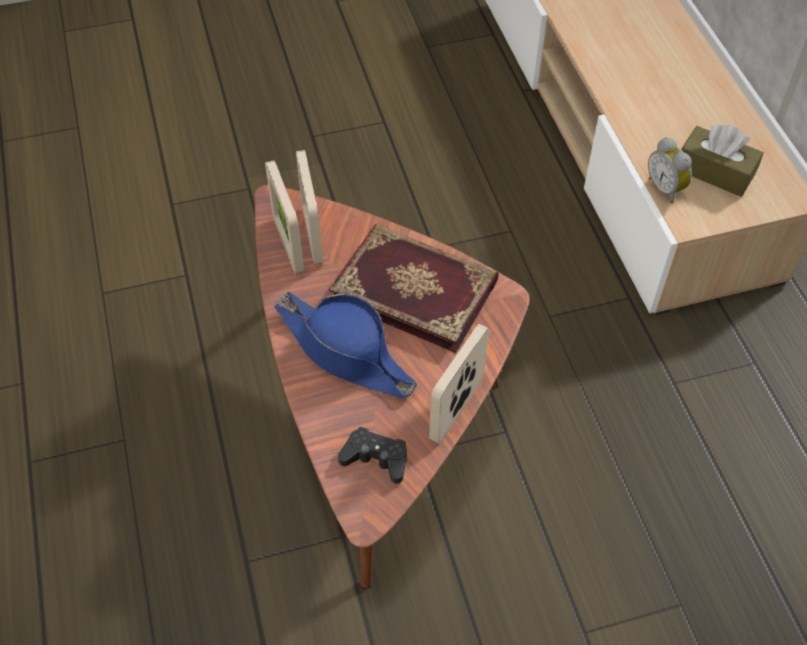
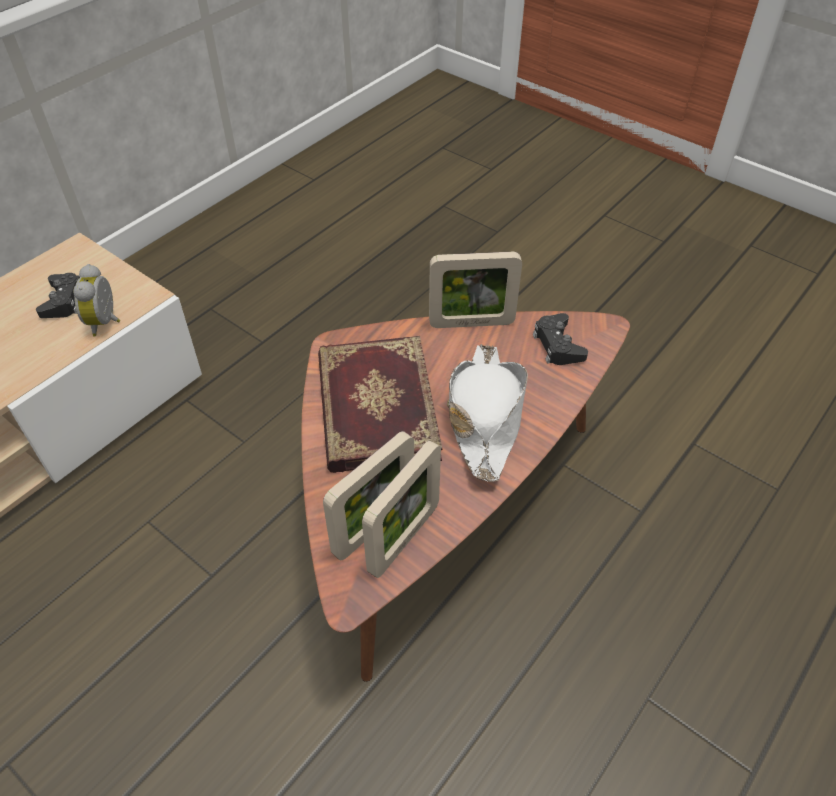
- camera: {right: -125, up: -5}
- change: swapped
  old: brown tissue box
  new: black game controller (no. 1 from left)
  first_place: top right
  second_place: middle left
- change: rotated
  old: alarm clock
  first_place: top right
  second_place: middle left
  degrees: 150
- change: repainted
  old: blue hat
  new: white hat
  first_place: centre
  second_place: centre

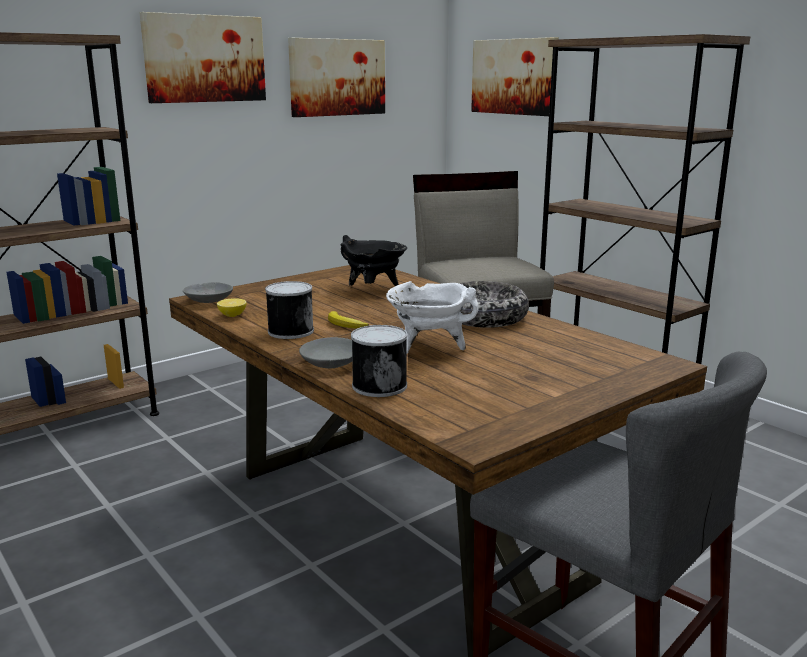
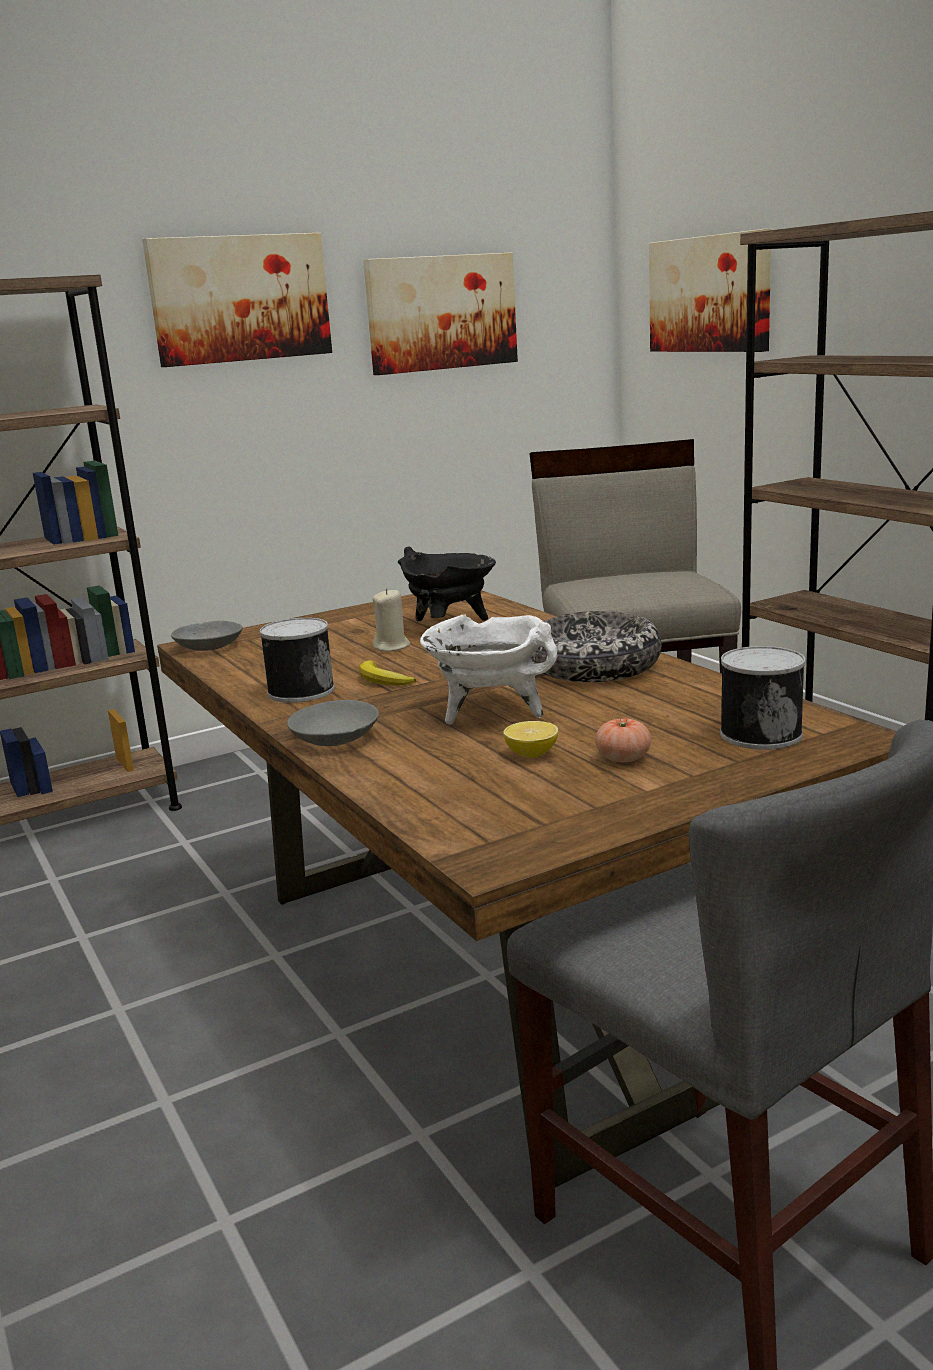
- camera: {right: 10, up: 0}
- change: shifted
  old: lemon
  first_place: middle left
  second_place: centre
- change: shifted
  old: can (no. 2 from left)
  first_place: centre
  second_place: middle right
- change: new
  new: beige candle
  second_place: centre
- change: new
  new: tomato
  second_place: middle right

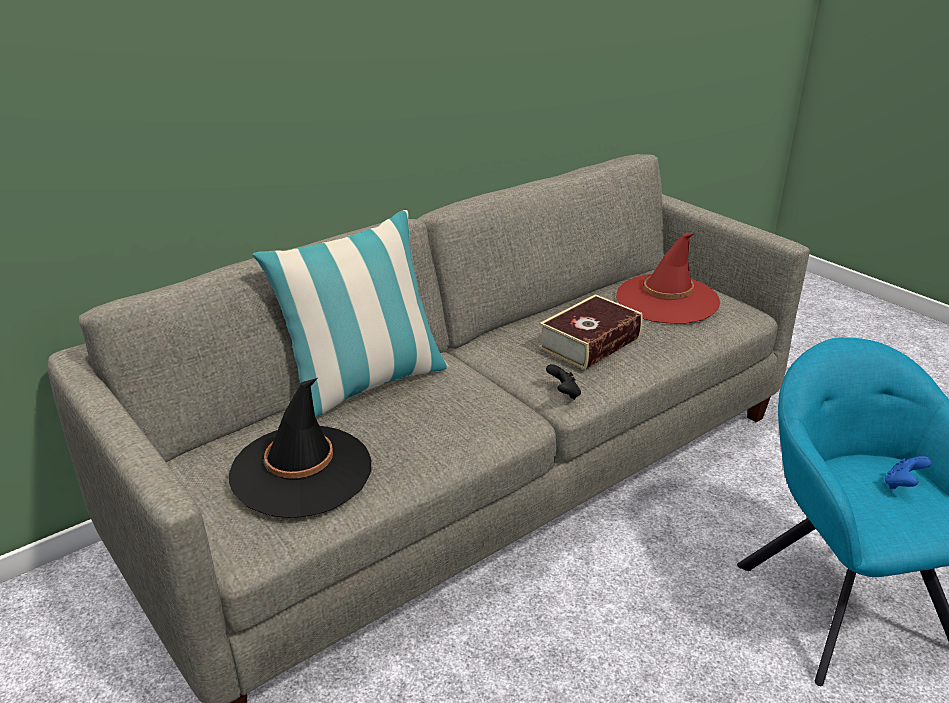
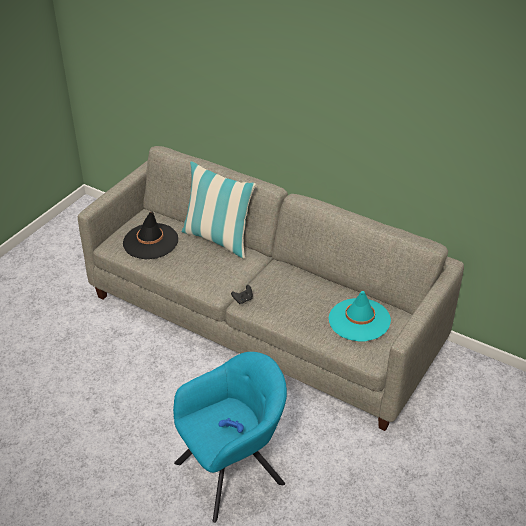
- camera: {right: 70, up: 10}
- change: repainted
  old: red hat
  new: turquoise hat
  first_place: middle right
  second_place: middle right
- change: gone
  old: book
  first_place: centre

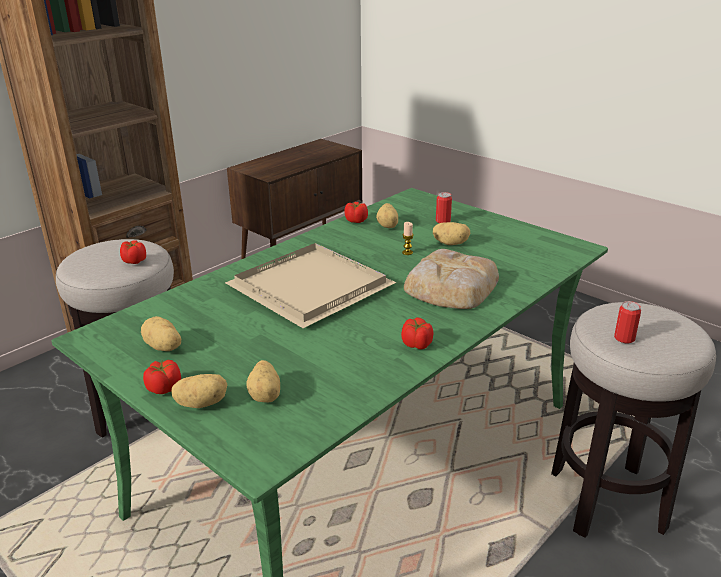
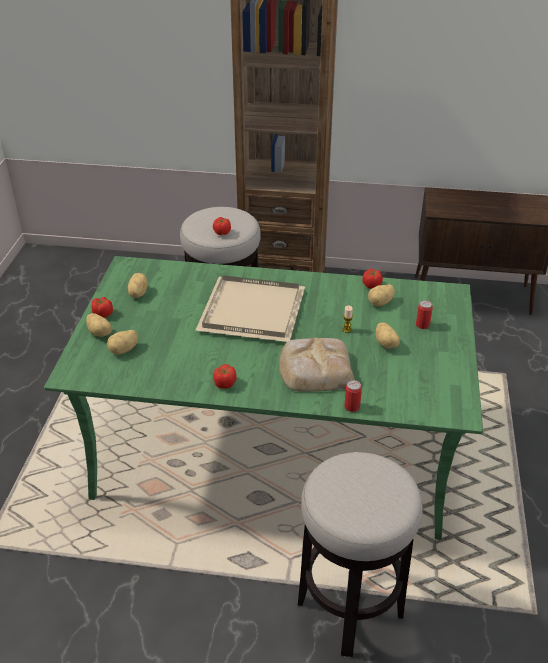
- camera: {right: 55, up: 10}
- change: shifted
  old: can (no. 2 from left in the first image)
  new: can (no. 1 from left)
  first_place: middle right
  second_place: centre

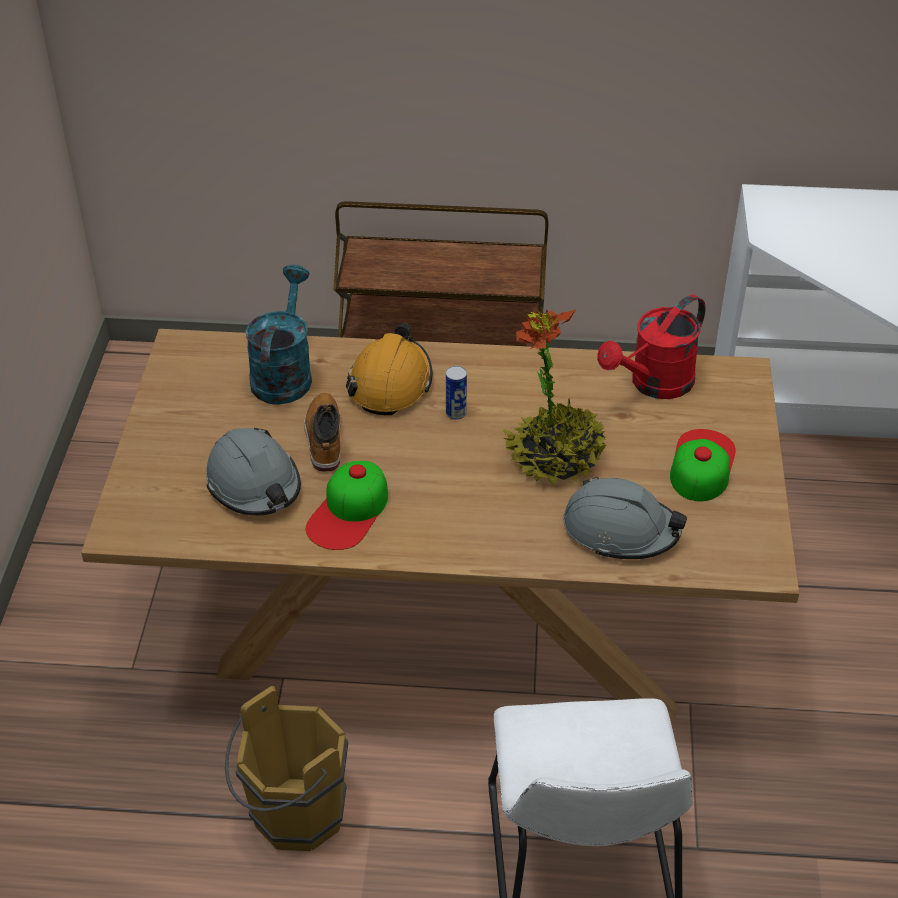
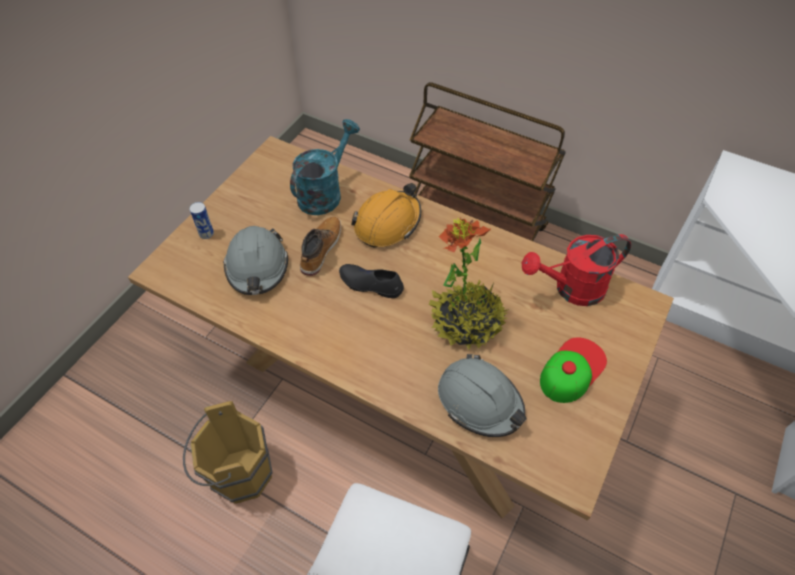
- camera: {right: 25, up: 10}
- change: shifted
  old: can
  first_place: centre
  second_place: middle left
- change: gone
  old: cap (no. 1 from left)
  first_place: centre
- change: new
  new: black shoe
  second_place: centre

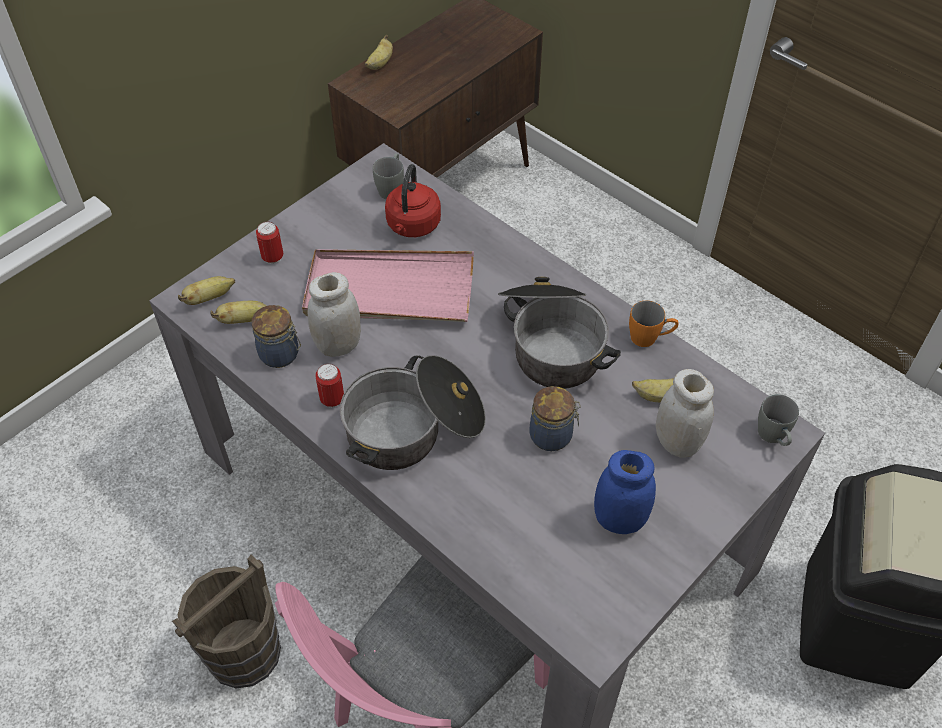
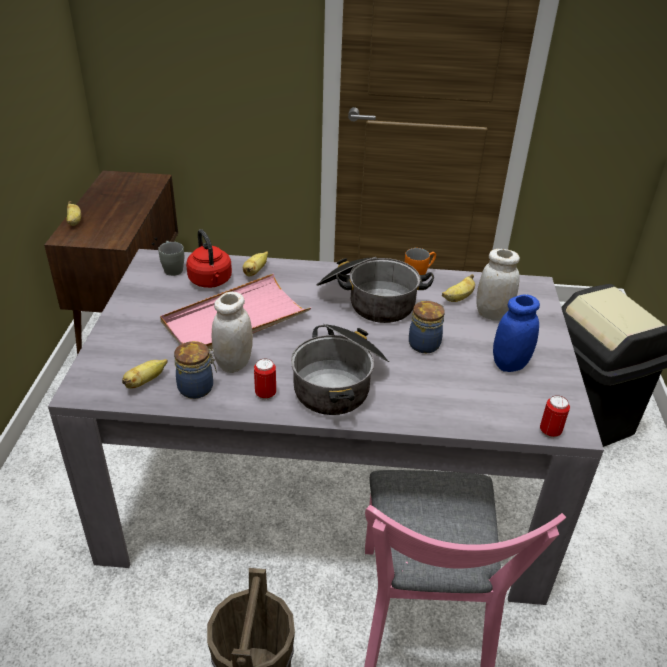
- camera: {right: -40, up: -15}
- change: shifted
  old: can (no. 1 from left in the first image)
  new: can (no. 2 from left)
  first_place: middle left
  second_place: middle right
- change: shifted
  old: banana (no. 1 from left in the first image)
  new: banana (no. 3 from left)
  first_place: middle left
  second_place: centre
- change: gone
  old: grey mug (no. 2 from left)
  first_place: middle right

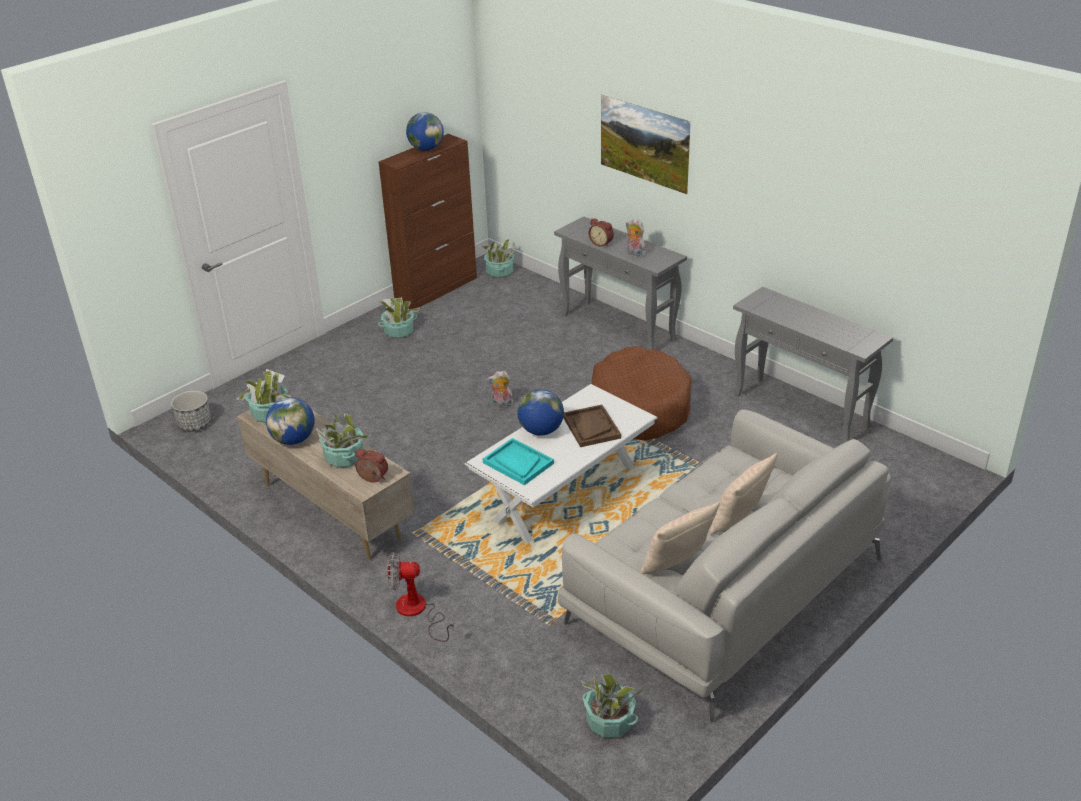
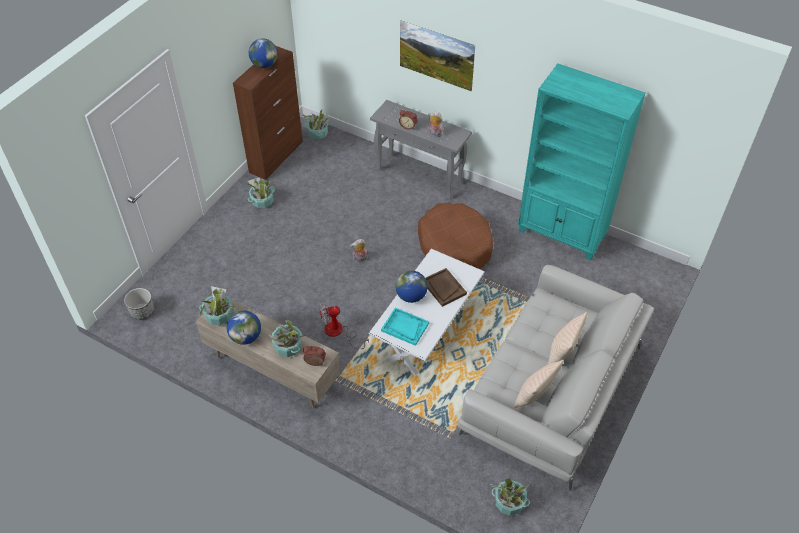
- camera: {right: -15, up: 15}
- change: swapped
  old: grey console table (no. 2 from left)
  new: turquoise bookcase
  first_place: middle right
  second_place: top right
- change: shifted
  old: fan
  first_place: bottom centre
  second_place: centre

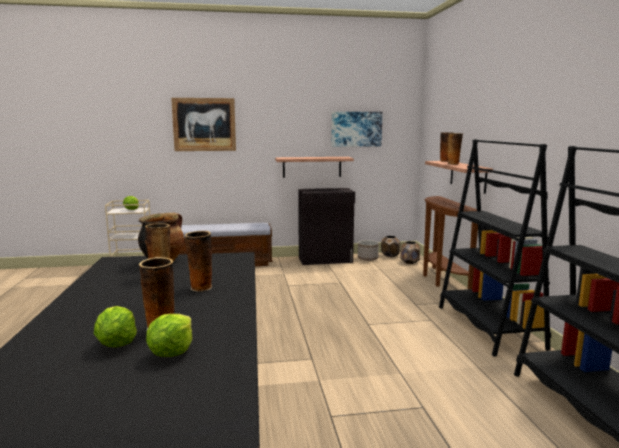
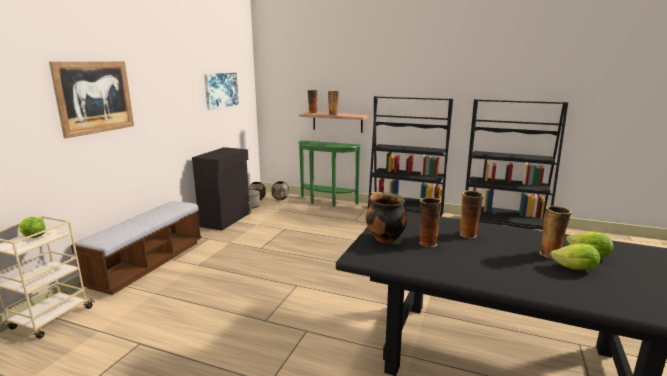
- camera: {right: -60, up: 5}
- change: gone
  old: shelf (no. 1 from left)
  first_place: centre
- change: repainted
  old: brown console table
  new: green console table
  first_place: middle right
  second_place: centre

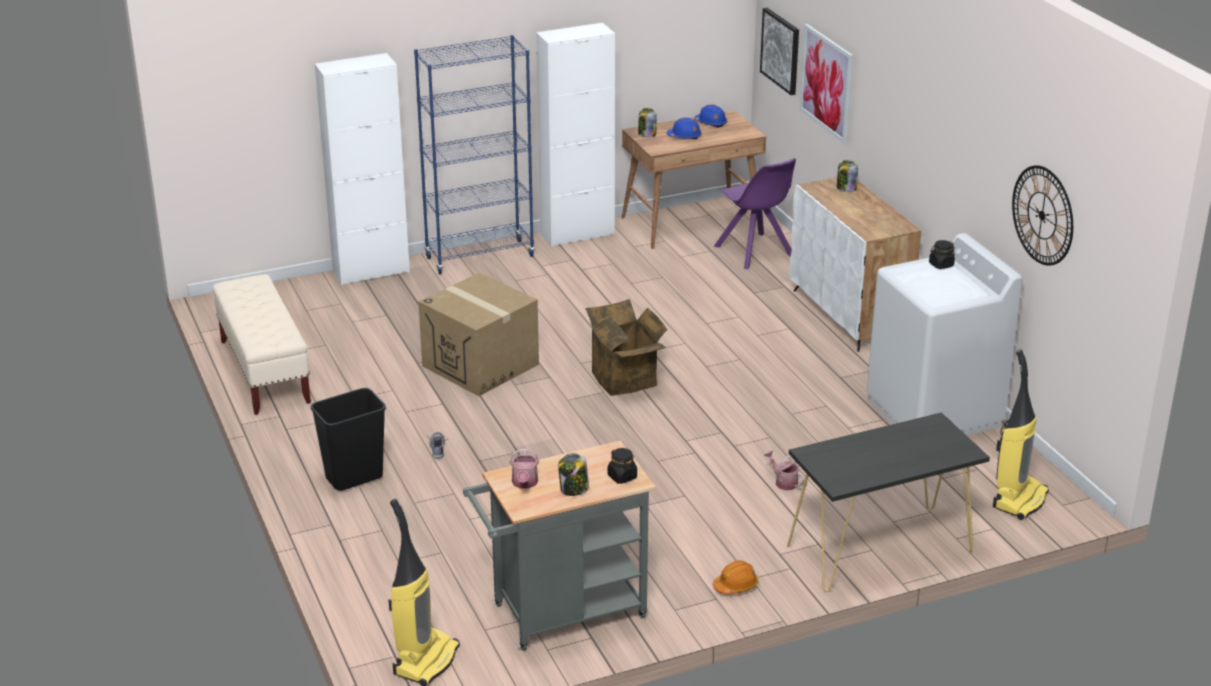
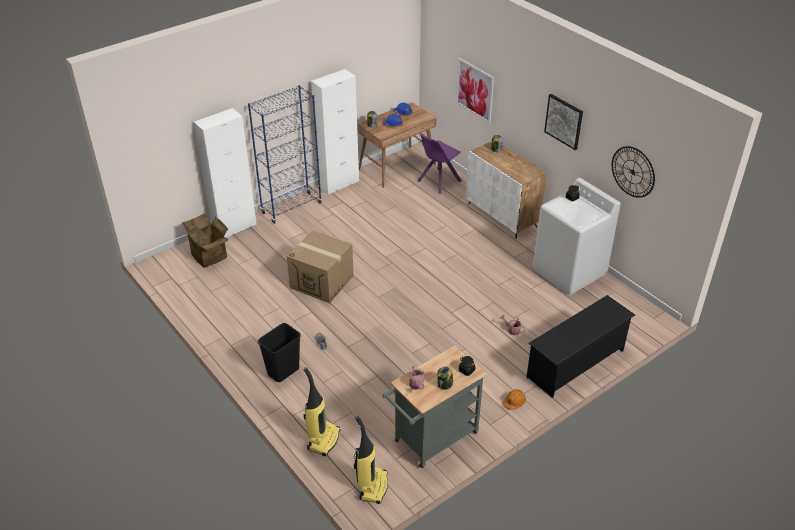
- camera: {right: -15, up: 10}
- change: shifted
  old: picture (no. 1 from left in the first image)
  new: picture (no. 2 from left)
  first_place: top centre
  second_place: top right
- change: rotated
  old: purple chair
  first_place: top centre
  second_place: top centre
  degrees: 90
- change: gone
  old: beige bench
  first_place: middle left
- change: shifted
  old: cardboard box (no. 2 from left in the first image)
  new: cardboard box (no. 1 from left)
  first_place: centre
  second_place: middle left
- change: shifted
  old: vacuum cleaner (no. 2 from left in the first image)
  new: vacuum cleaner (no. 1 from left)
  first_place: middle right
  second_place: bottom centre
- change: swapped
  old: black console table
  new: black shoe rack
  first_place: bottom right
  second_place: middle right

